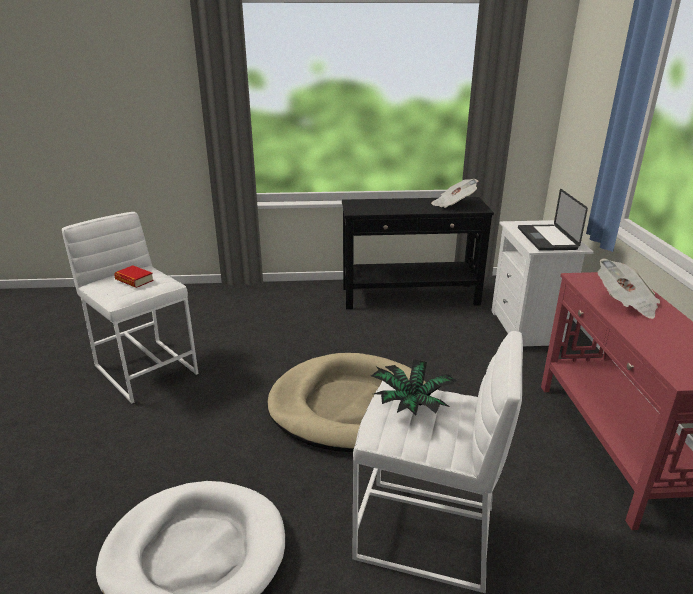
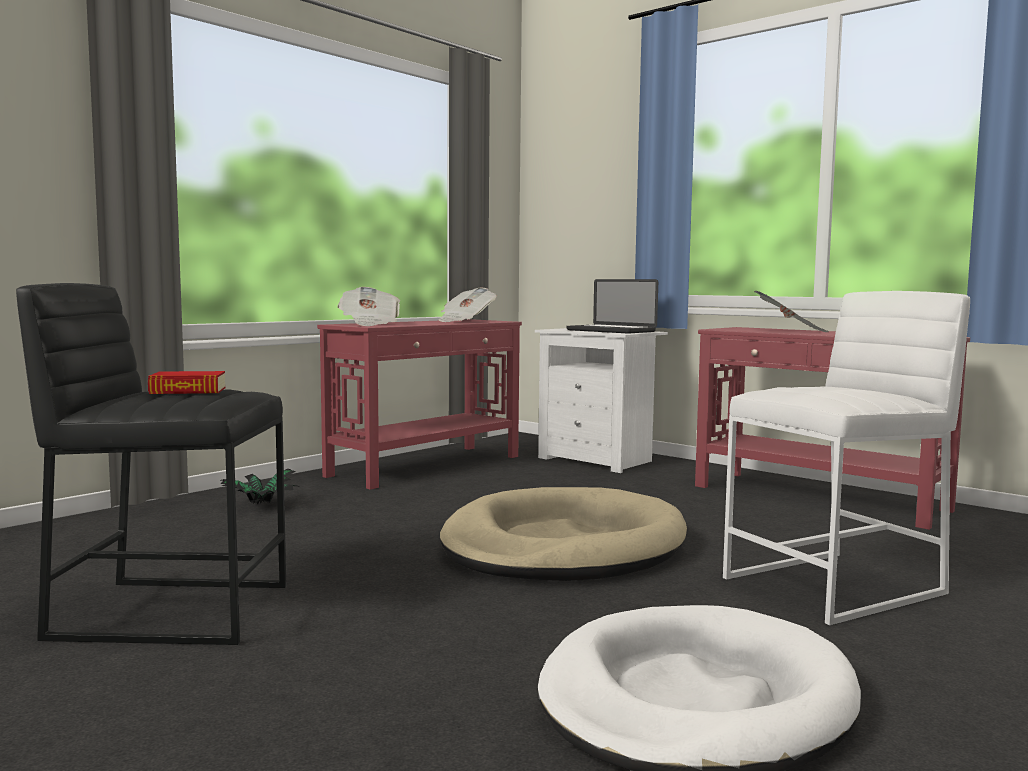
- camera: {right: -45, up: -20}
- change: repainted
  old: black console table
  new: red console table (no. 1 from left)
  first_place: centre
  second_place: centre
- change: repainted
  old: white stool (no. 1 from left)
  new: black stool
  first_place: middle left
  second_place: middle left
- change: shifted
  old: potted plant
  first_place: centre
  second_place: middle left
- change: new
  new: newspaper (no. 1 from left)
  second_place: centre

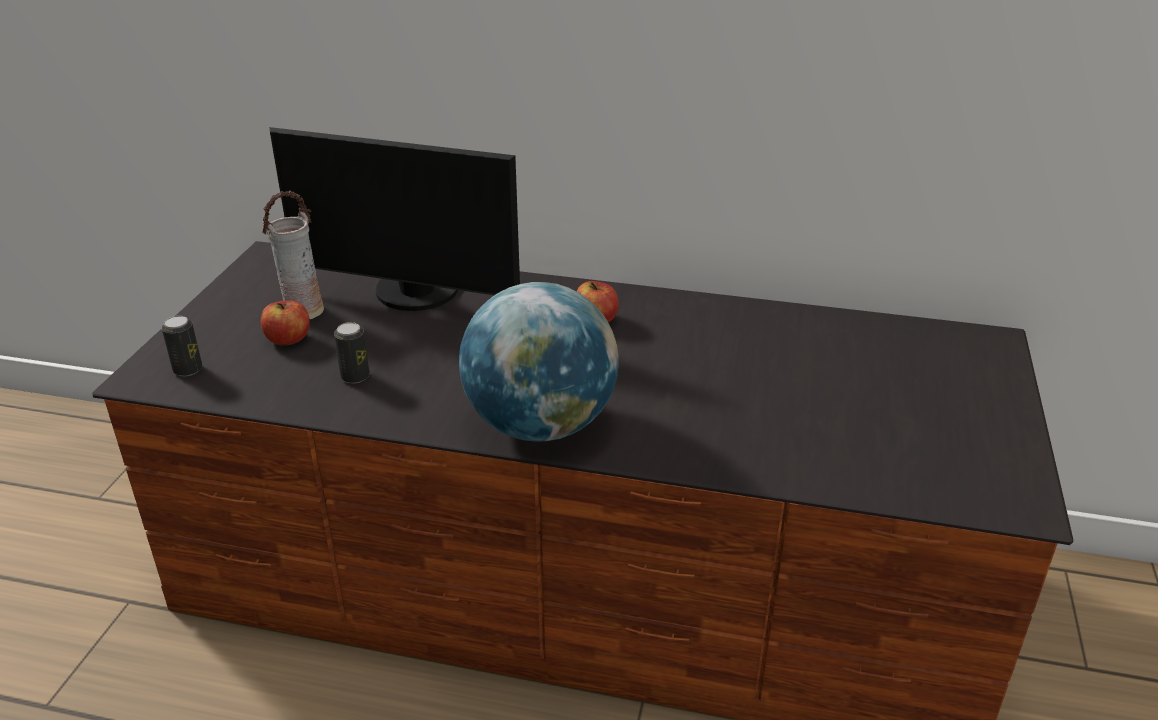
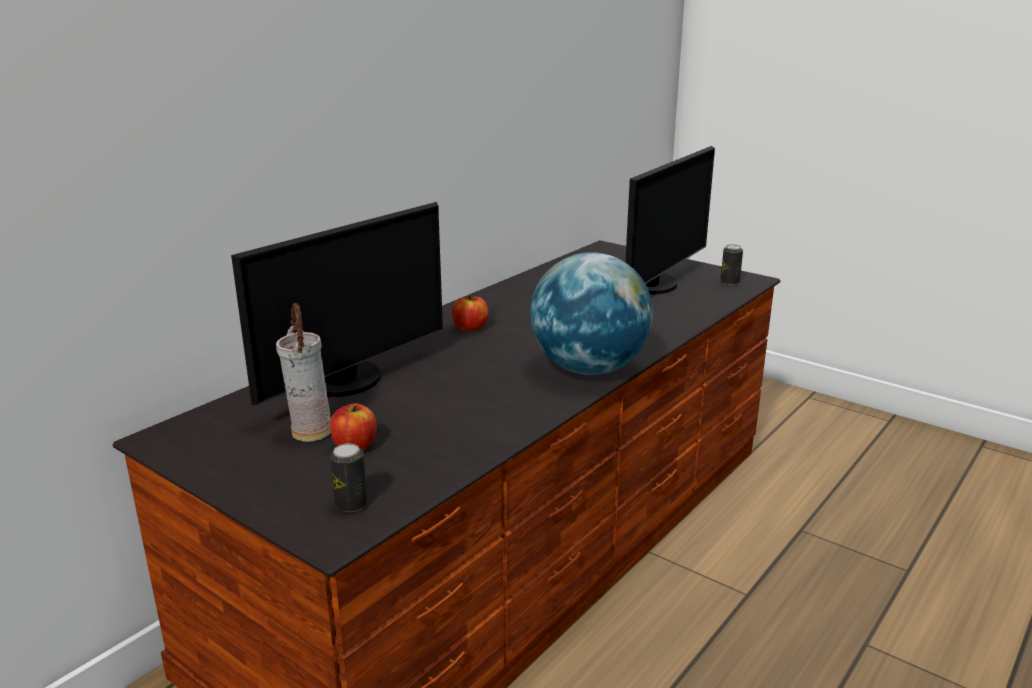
- camera: {right: -65, up: -10}
- change: shifted
  old: can (no. 2 from left)
  first_place: middle left
  second_place: middle right
- change: new
  new: monitor (no. 2 from left)
  second_place: top centre

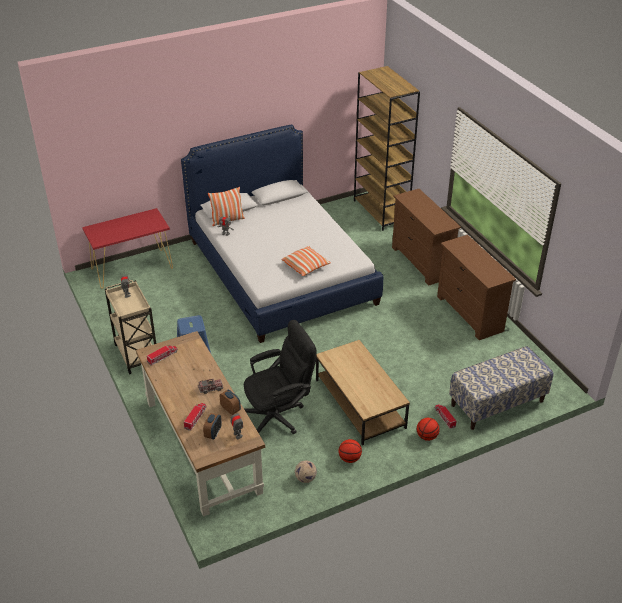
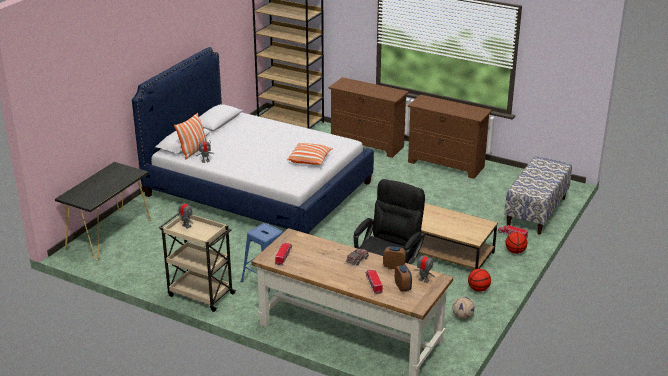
- camera: {right: -35, up: -10}
- change: repainted
  old: red console table
  new: black console table
  first_place: middle left
  second_place: middle left

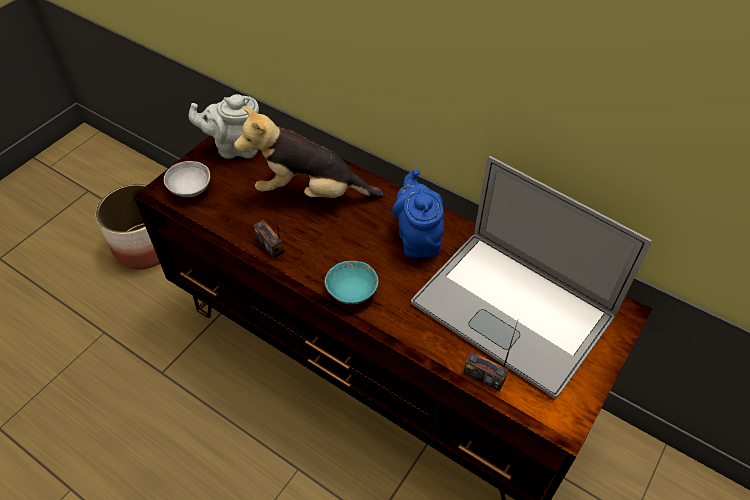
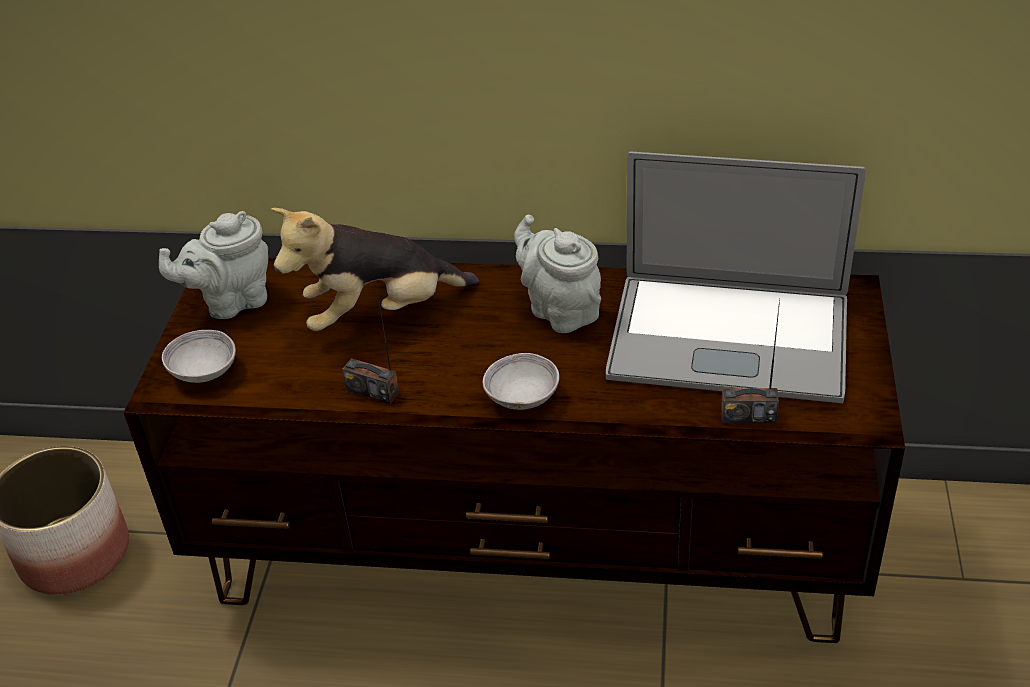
- camera: {right: -25, up: -10}
- change: repainted
  old: blue teapot
  new: grey teapot (no. 2 from left)
  first_place: centre
  second_place: centre
- change: repainted
  old: turquoise bowl
  new: grey bowl (no. 2 from left)
  first_place: centre
  second_place: centre

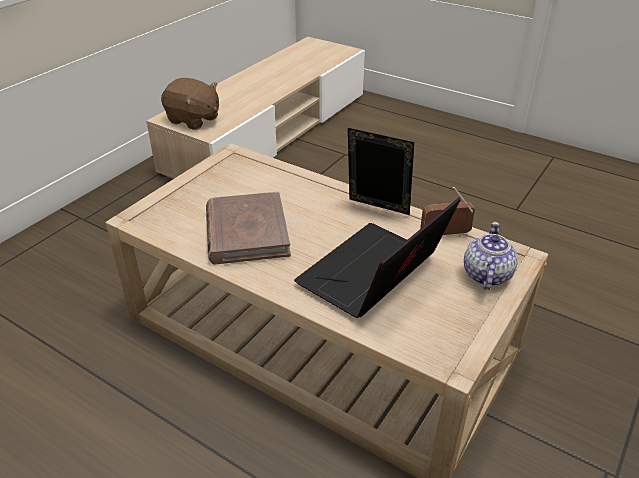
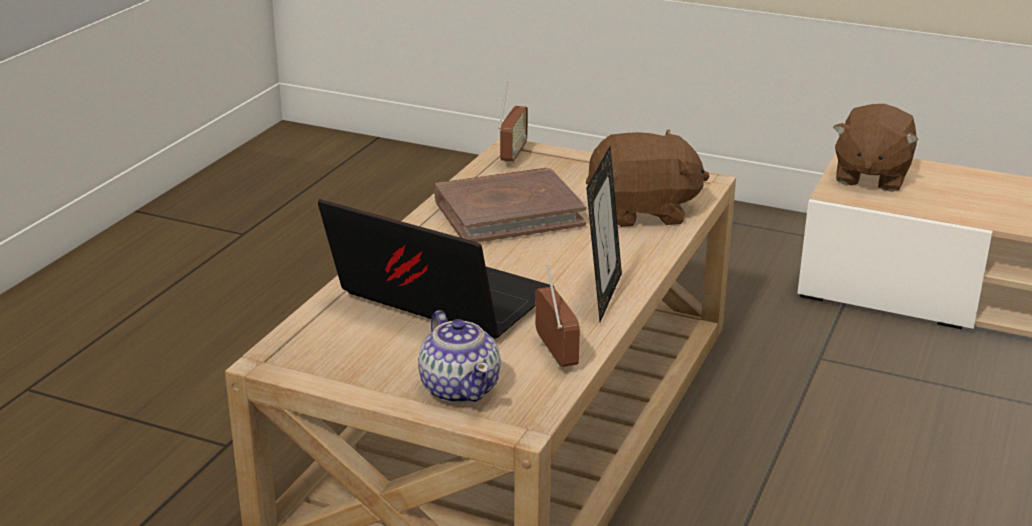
- camera: {right: 80, up: -10}
- change: rotated
  old: teapot
  first_place: middle right
  second_place: bottom centre
  degrees: 60
- change: new
  new: radio (no. 1 from left)
  second_place: top centre
- change: new
  new: brown plush toy (no. 1 from left)
  second_place: centre

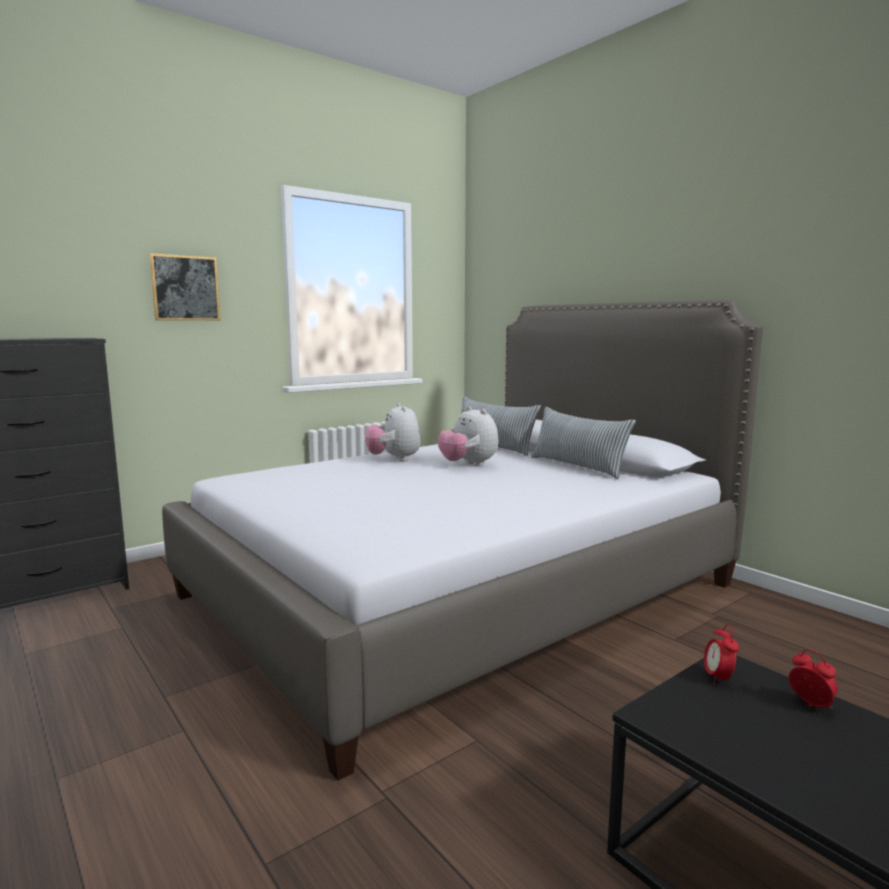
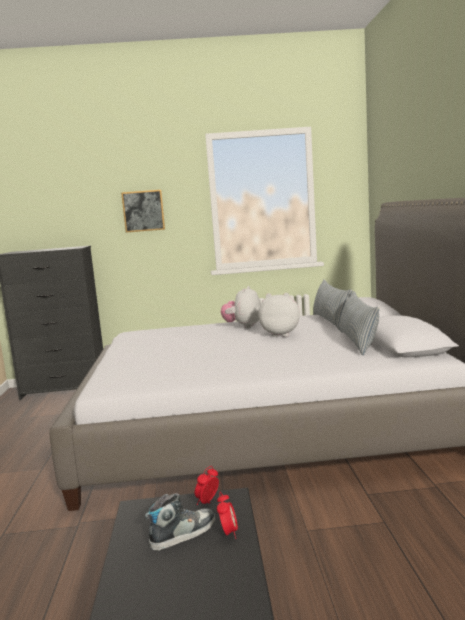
- camera: {right: 35, up: 0}
- change: rotated
  old: plush toy (no. 2 from left)
  first_place: centre
  second_place: centre
  degrees: 105
- change: new
  new: shoe
  second_place: bottom centre

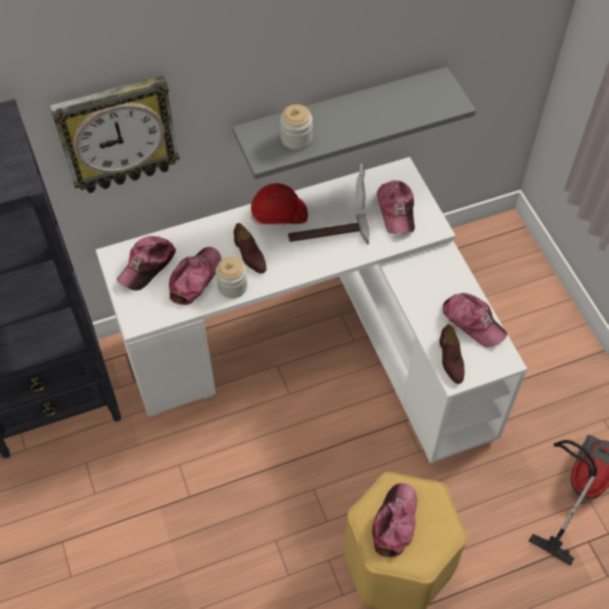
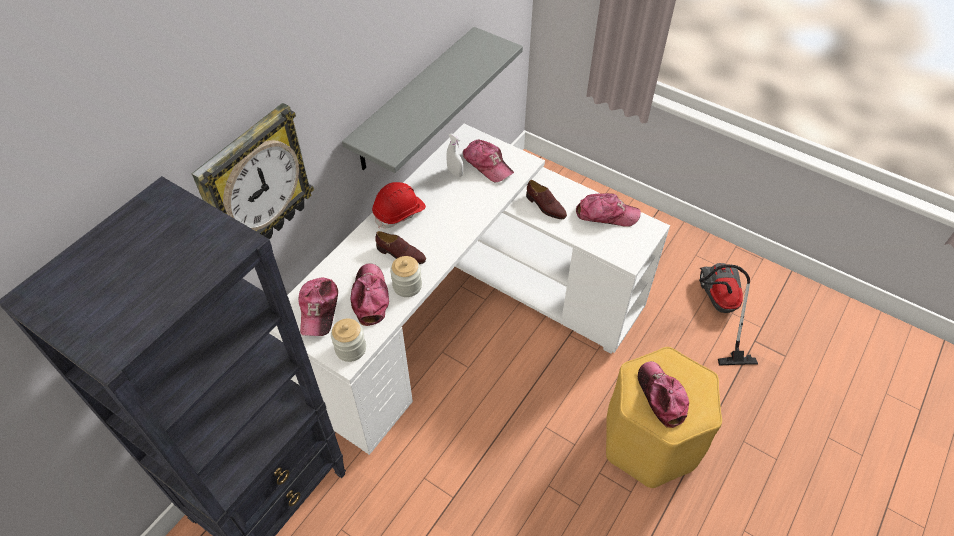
- camera: {right: -35, up: -5}
- change: shifted
  old: jar (no. 2 from left in the first image)
  new: jar (no. 1 from left)
  first_place: top centre
  second_place: centre
- change: gone
  old: hammer
  first_place: centre
- change: shifted
  old: brown shoe (no. 2 from left)
  first_place: middle right
  second_place: centre

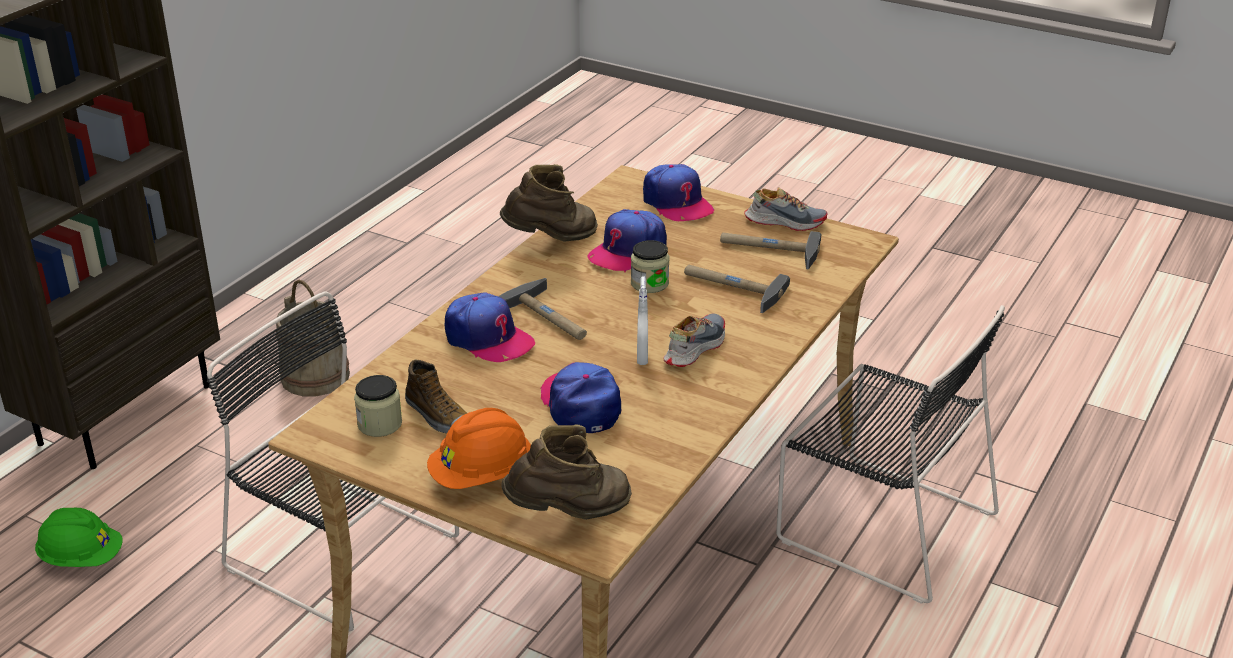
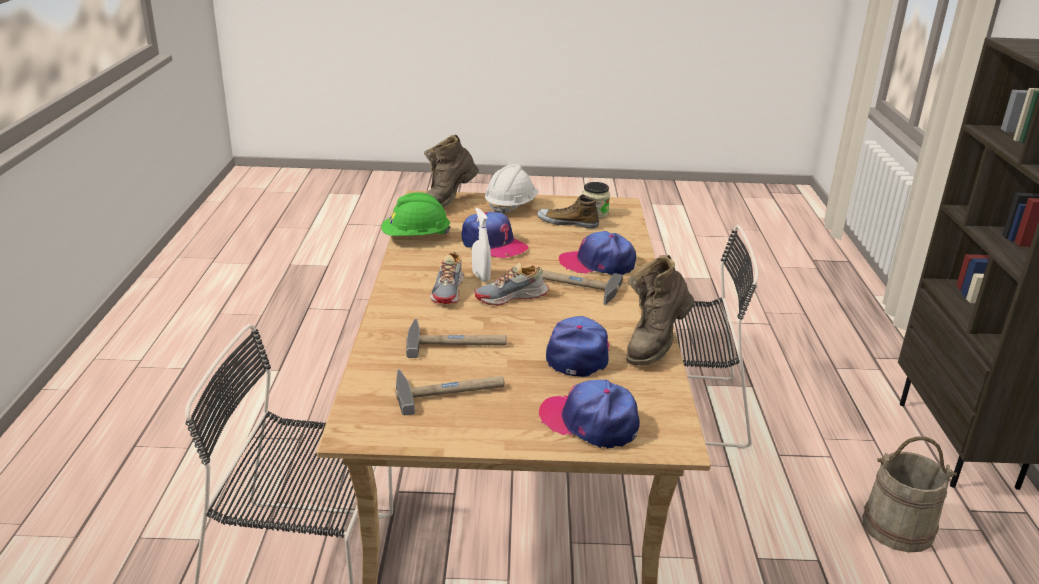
- camera: {right: 150, up: -5}
- change: shifted
  old: shoe (no. 3 from left in the first image)
  new: shoe (no. 2 from left)
  first_place: top centre
  second_place: centre
- change: gone
  old: jar (no. 2 from left)
  first_place: centre
- change: repainted
  old: orange hard hat
  new: white hard hat
  first_place: bottom centre
  second_place: top centre
- change: shifted
  old: green hard hat
  first_place: bottom left
  second_place: centre

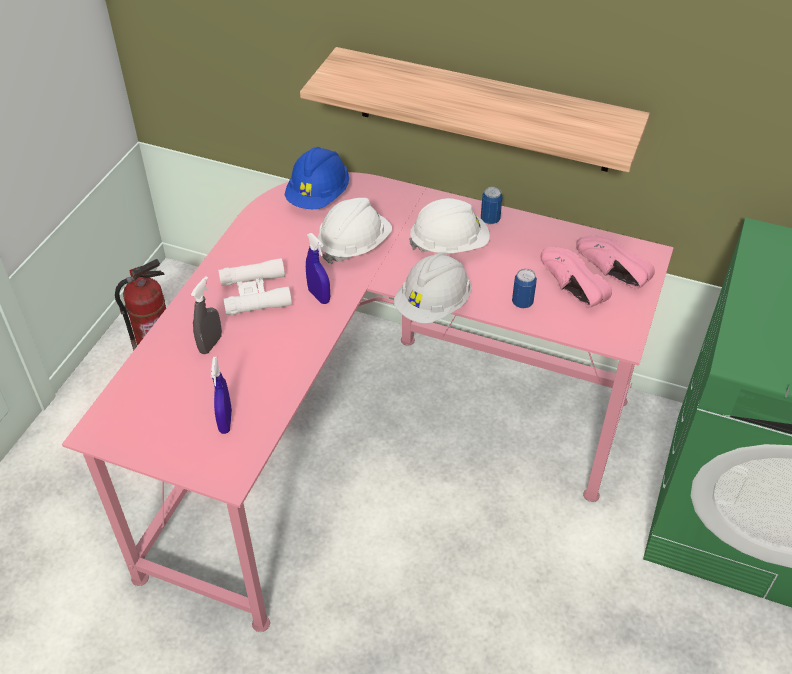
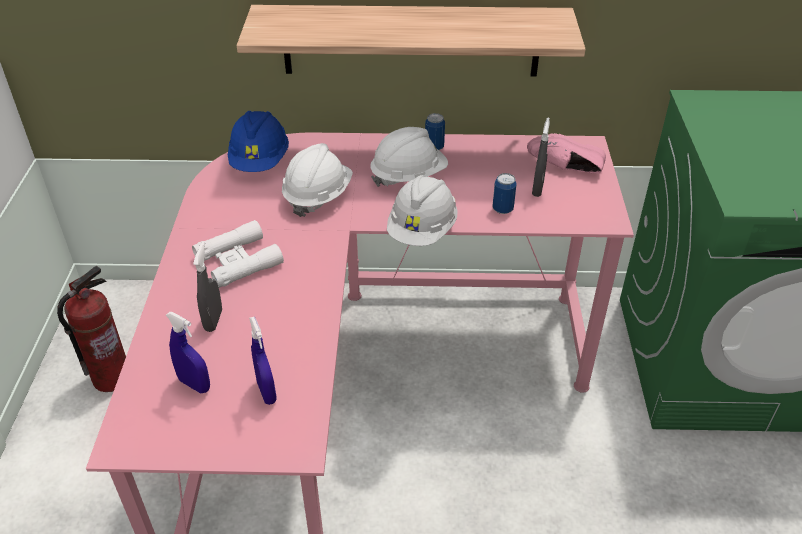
- camera: {right: -20, up: -5}
- change: shifted
  old: blue spray bottle (no. 2 from left in the first image)
  new: blue spray bottle (no. 1 from left)
  first_place: centre
  second_place: middle left
- change: swapped
  old: pink shoe (no. 1 from left)
  new: grey spray bottle (no. 2 from left)
  first_place: middle right
  second_place: top right

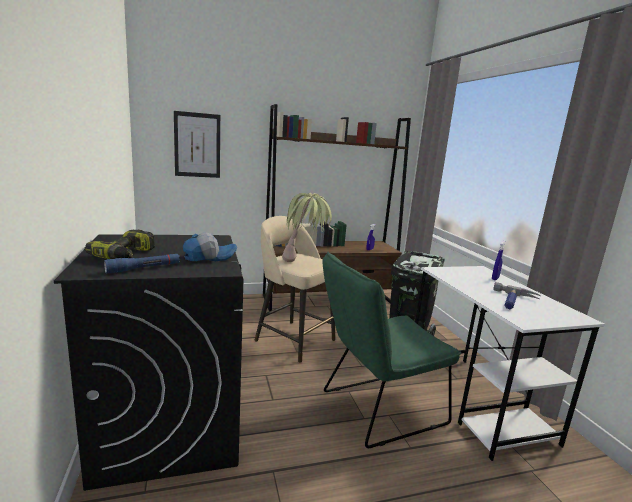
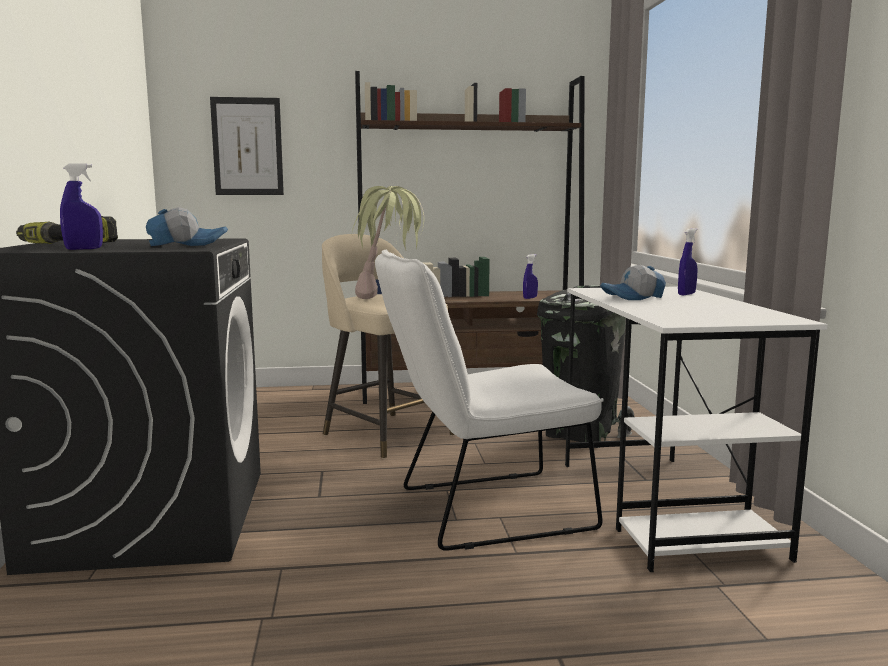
- camera: {right: 10, up: -5}
- change: repainted
  old: green chair
  new: white chair
  first_place: bottom centre
  second_place: centre
- change: swapped
  old: blue flashlight
  new: blue spray bottle (no. 1 from left)
  first_place: middle left
  second_place: top left
- change: gone
  old: hammer
  first_place: middle right
- change: new
  new: cap (no. 2 from left)
  second_place: middle right

